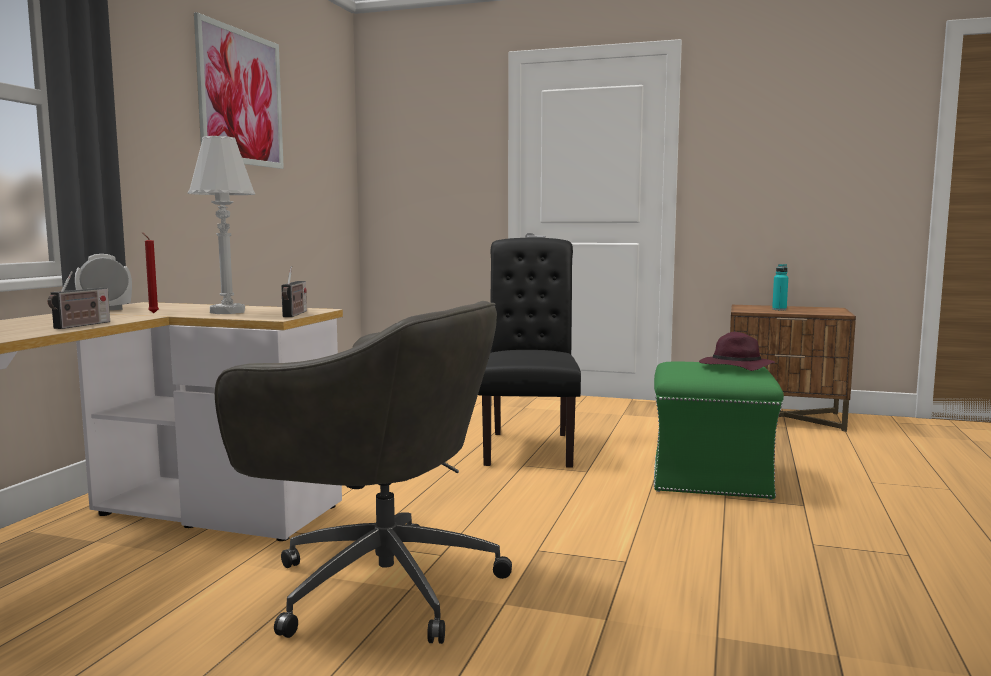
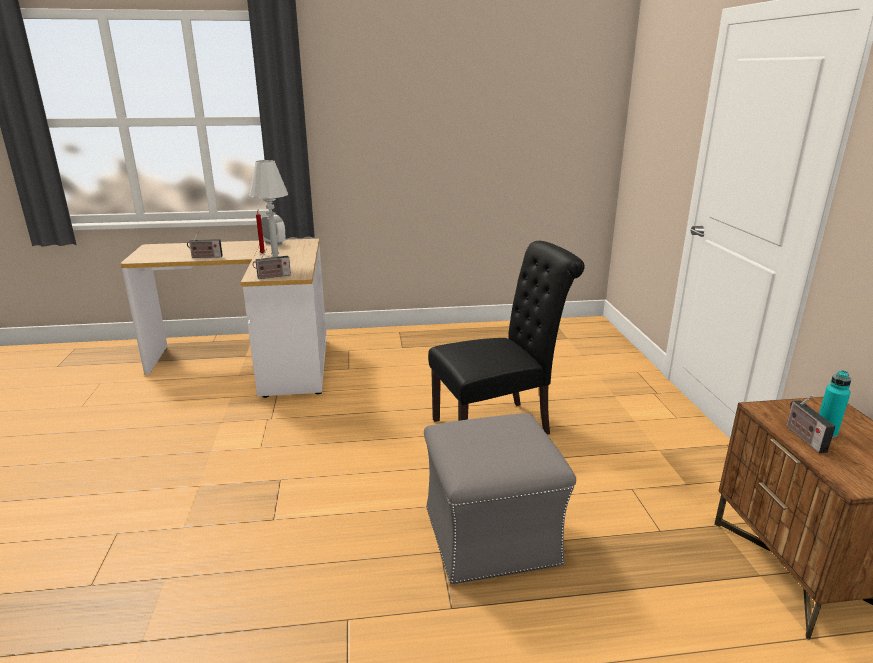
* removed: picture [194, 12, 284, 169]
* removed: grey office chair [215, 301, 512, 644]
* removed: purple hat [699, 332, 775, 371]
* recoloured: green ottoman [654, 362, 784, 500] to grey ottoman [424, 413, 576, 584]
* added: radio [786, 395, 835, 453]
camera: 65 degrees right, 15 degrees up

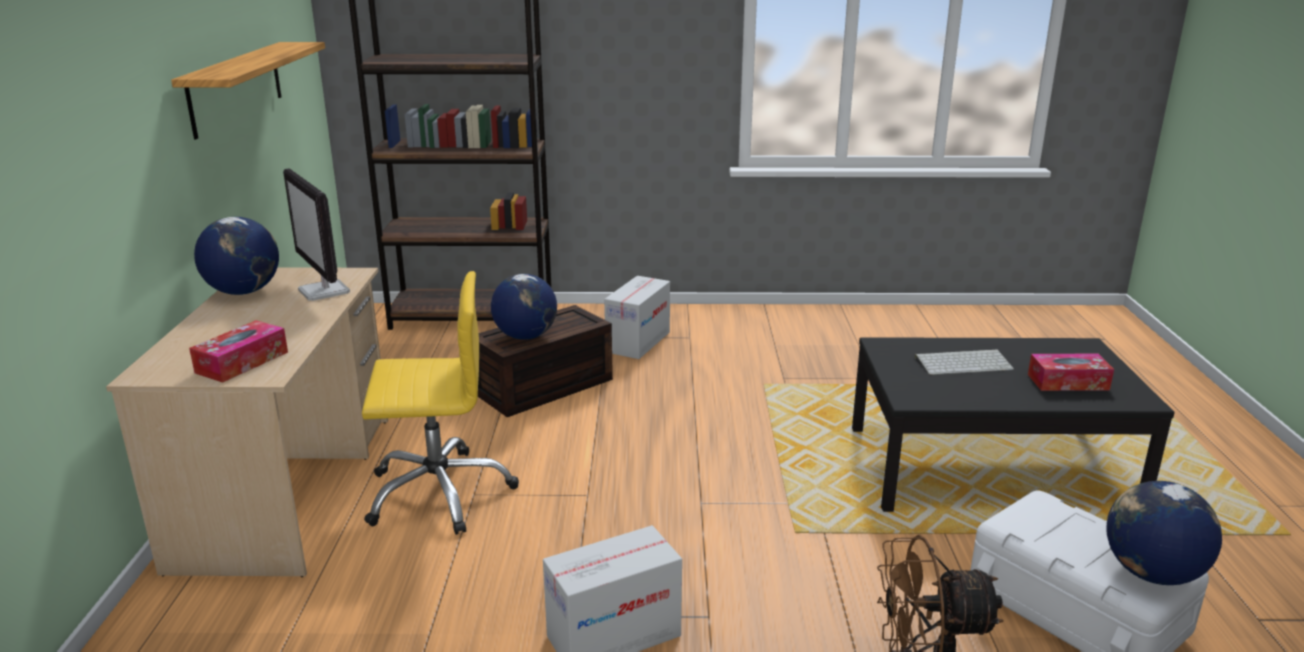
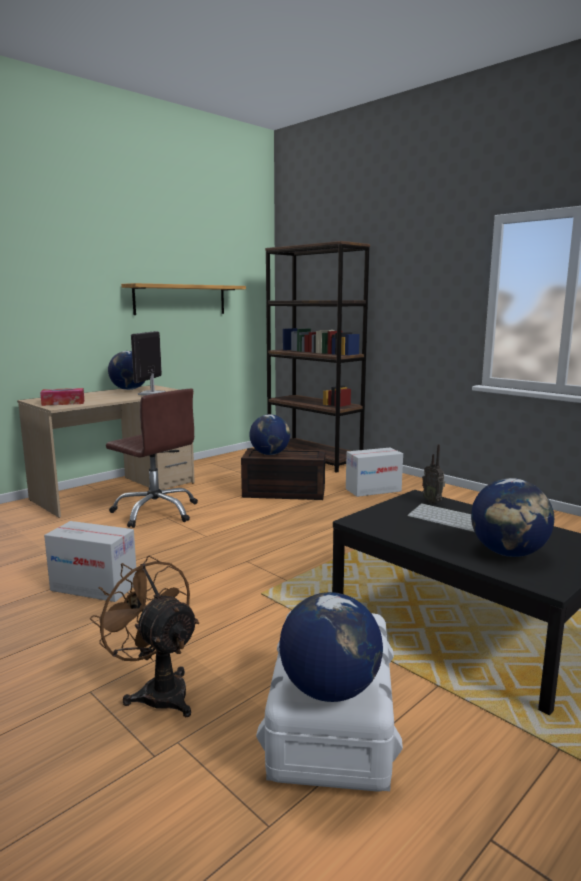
* recoloured: yellow office chair [362, 271, 519, 535] to brown office chair [106, 389, 198, 528]
* replaced: tissue box [1028, 354, 1114, 391] to globe [471, 478, 554, 557]
* added: radio [422, 444, 445, 504]
camera: 45 degrees right, 10 degrees down

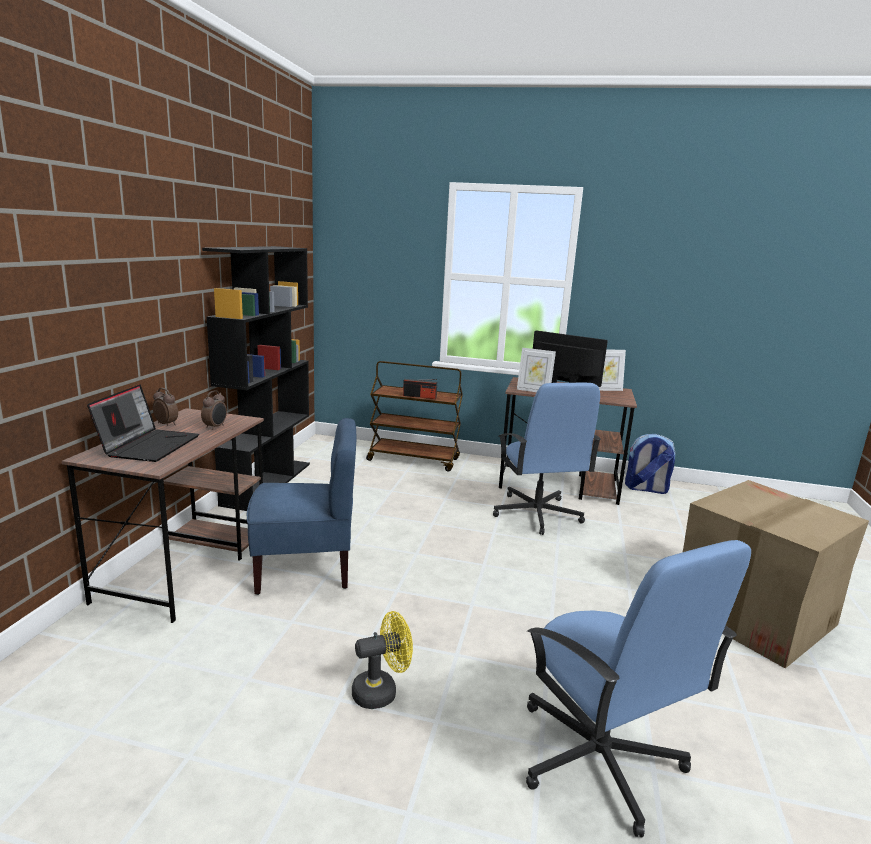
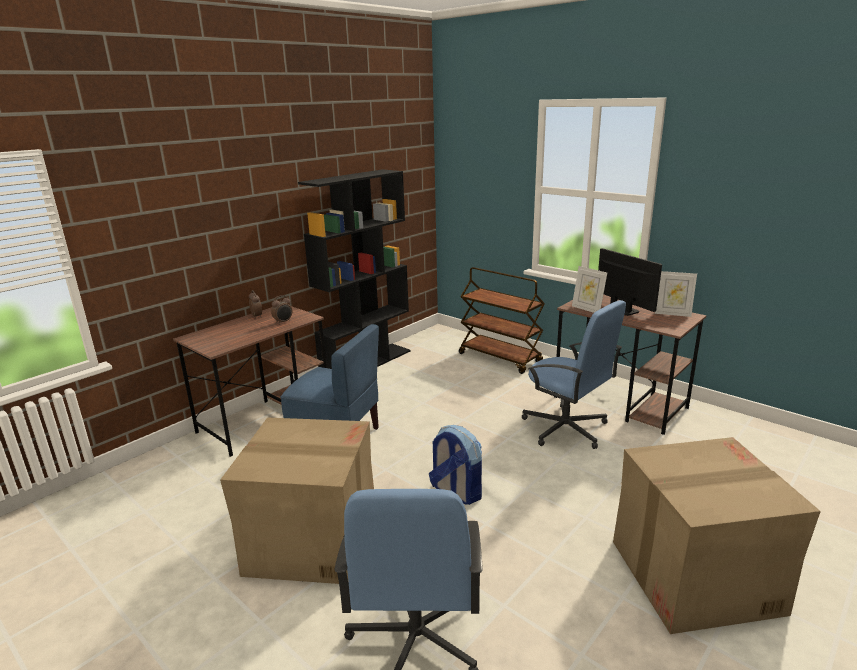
* removed: radio [403, 379, 437, 399]
* turned: blue office chair [493, 383, 601, 535] = [522, 300, 626, 449] 60 degrees counterclockwise
* removed: laptop [87, 384, 199, 462]
* moved: backpack [625, 434, 676, 494] to [429, 425, 482, 505]
* replaced: yellow fan [352, 611, 413, 709] to cardboard box [220, 418, 374, 584]
camera: 30 degrees right, 5 degrees up

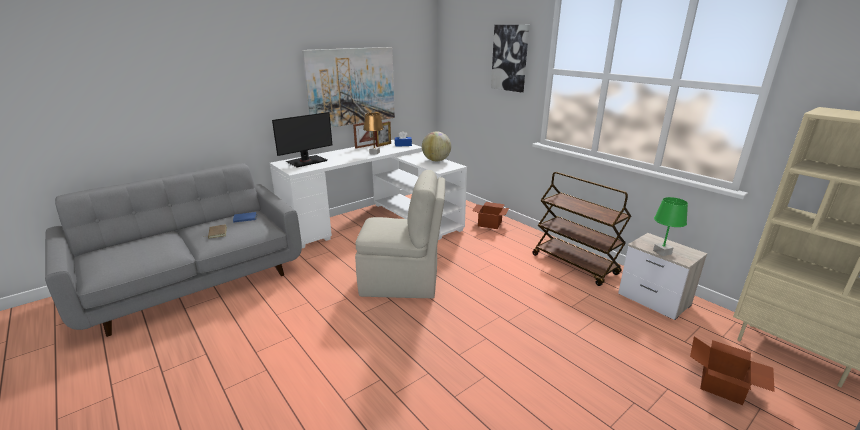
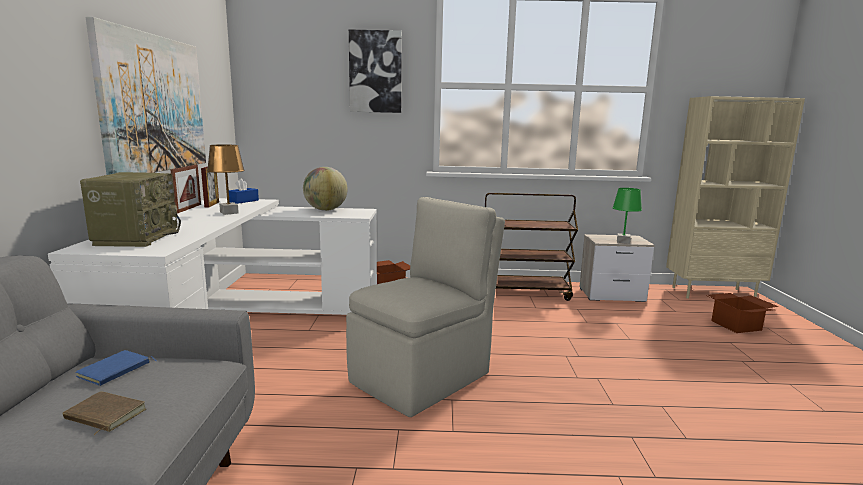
* replaced: monitor [272, 112, 332, 168] to radio [80, 172, 181, 247]
camera: 50 degrees left, 10 degrees down

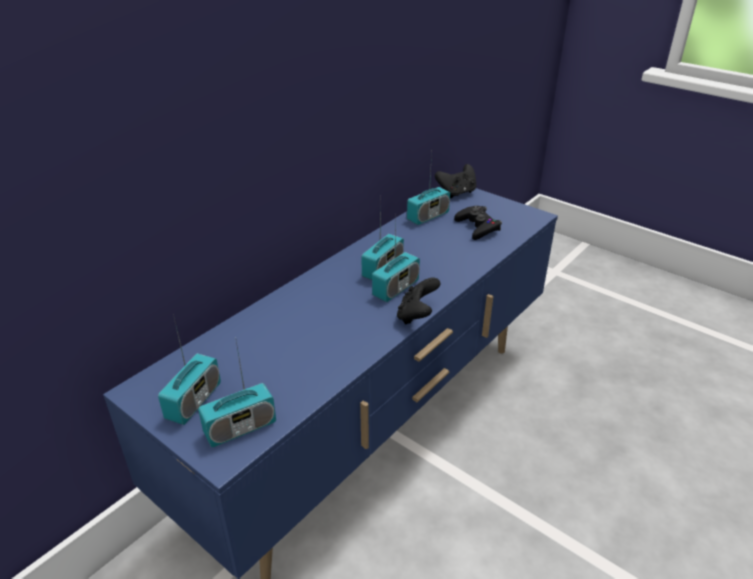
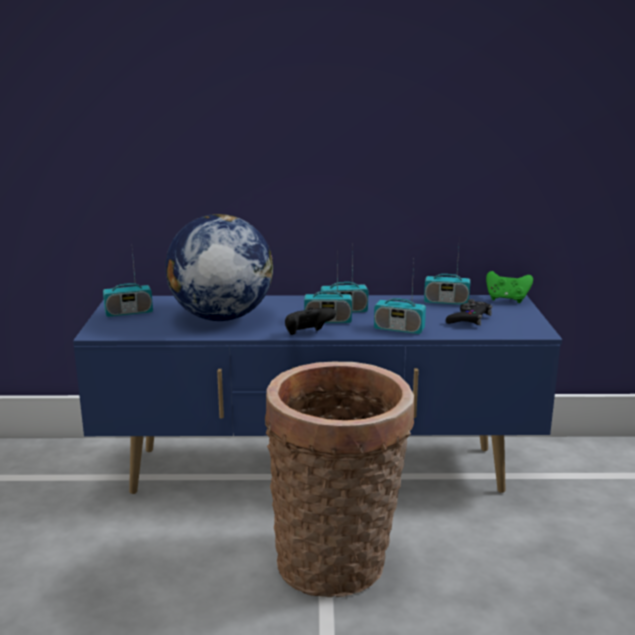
* recoloured: black game controller [435, 164, 476, 198] to green game controller [486, 271, 533, 303]
* moved: radio [198, 337, 276, 447] to [374, 261, 426, 334]
* added: globe [165, 214, 273, 321]
* added: basket [265, 362, 414, 597]
camera: 50 degrees right, 15 degrees down

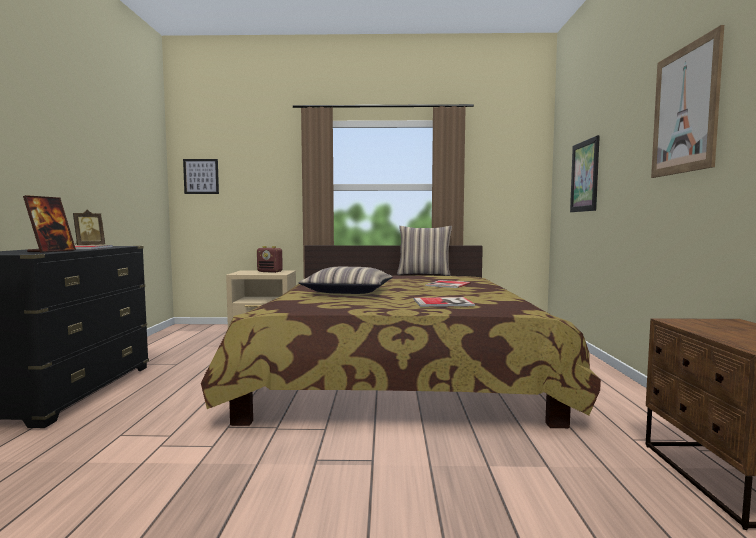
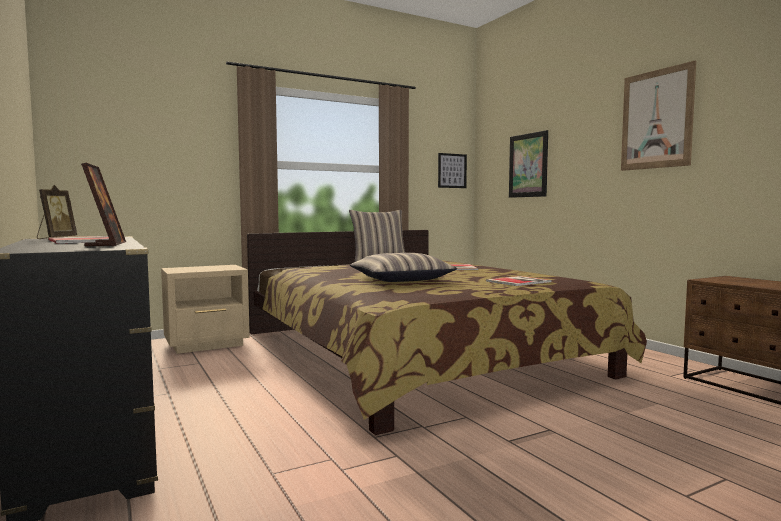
* moved: picture [183, 159, 219, 194] to [438, 153, 467, 188]
* removed: radio [257, 246, 283, 273]
camera: 30 degrees left, 0 degrees up

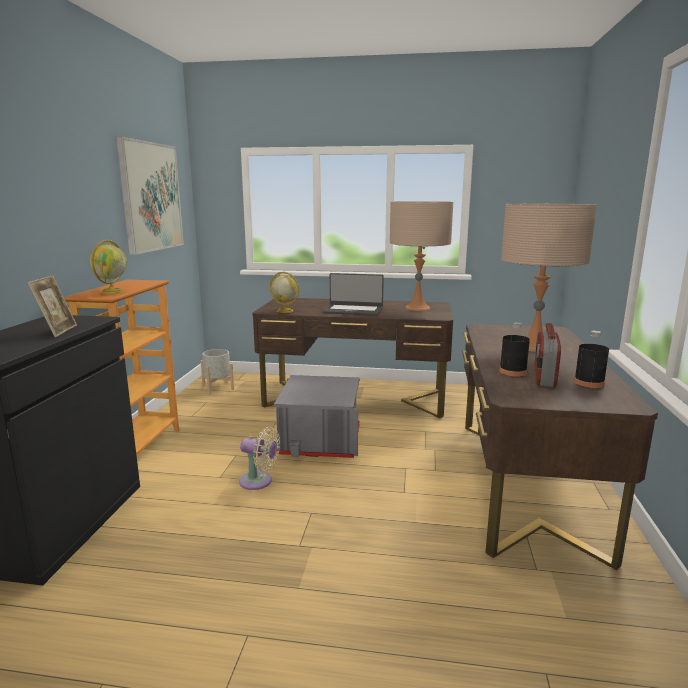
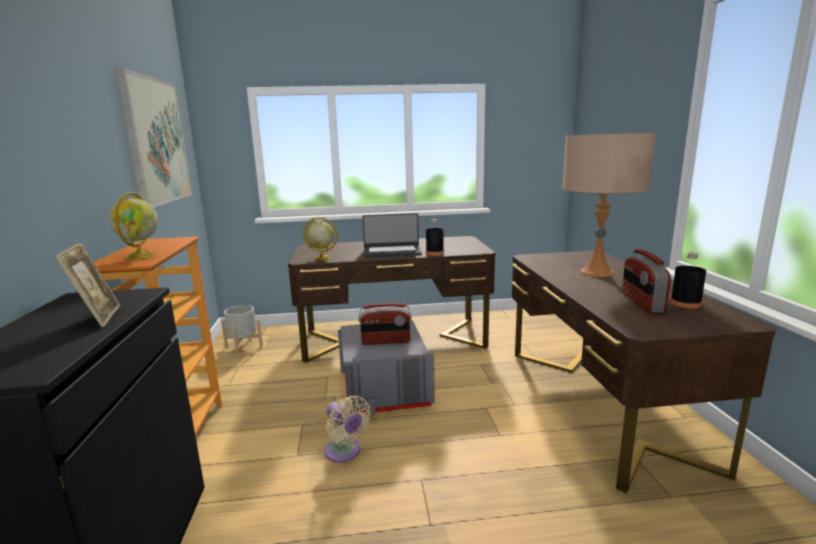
* removed: beige table lamp [390, 201, 453, 311]
* moved: black bottle [499, 322, 530, 377] to [426, 219, 444, 256]
* turned: beige fan [239, 427, 280, 490] = [324, 396, 371, 463] 45 degrees clockwise
* added: radio [358, 303, 411, 345]
camera: 15 degrees left, 0 degrees up

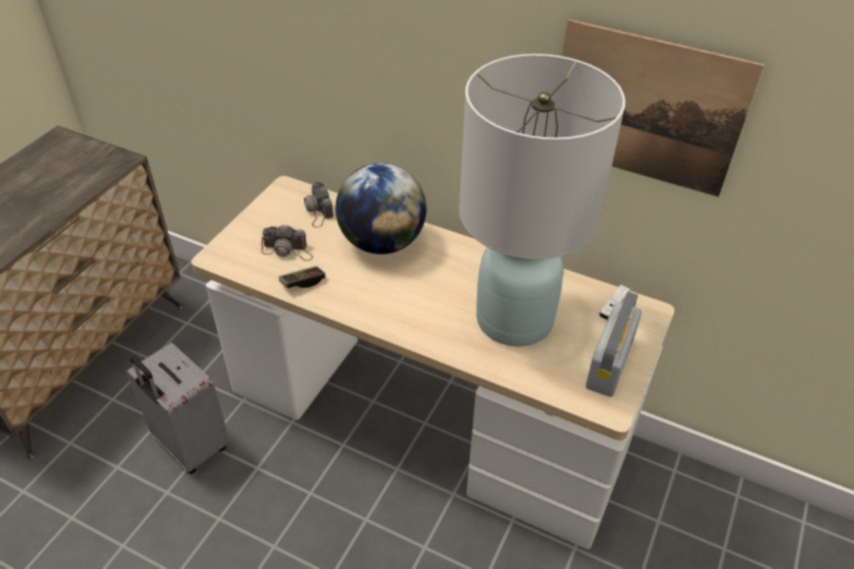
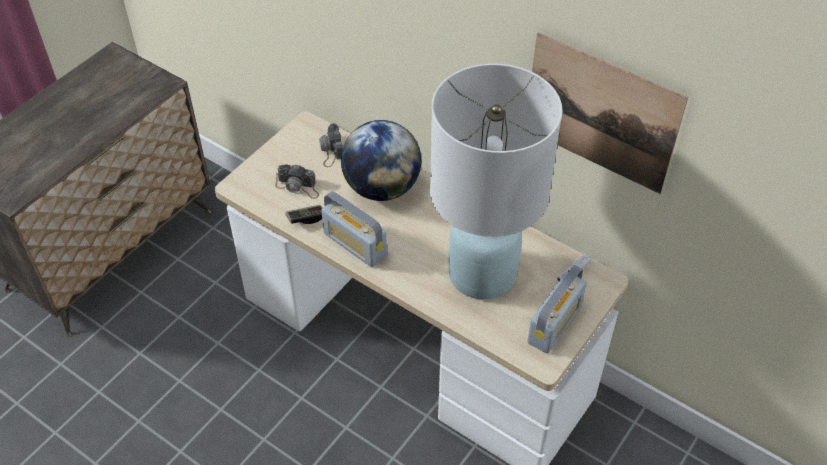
* removed: grey suitcase [126, 342, 230, 474]
* added: radio [321, 191, 387, 267]
camera: 10 degrees right, 5 degrees up

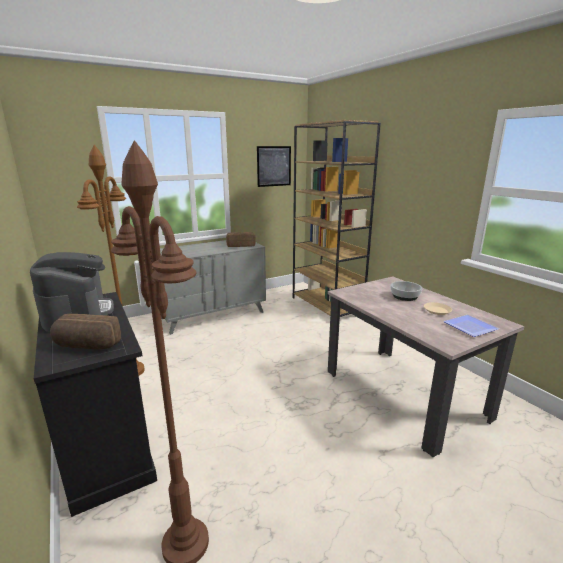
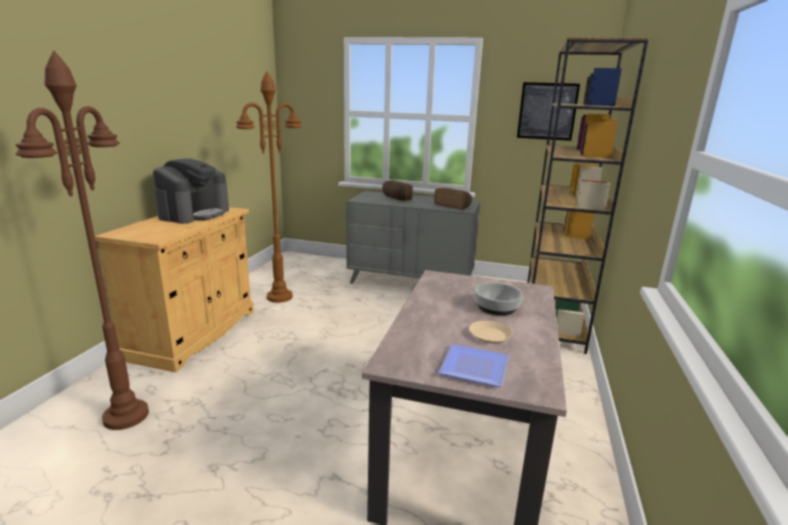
* recoloured: black cabinet [34, 292, 157, 517] to beige cabinet [95, 207, 254, 372]
* moved: bread [50, 314, 121, 349] to [382, 180, 413, 201]
camera: 45 degrees right, 0 degrees up

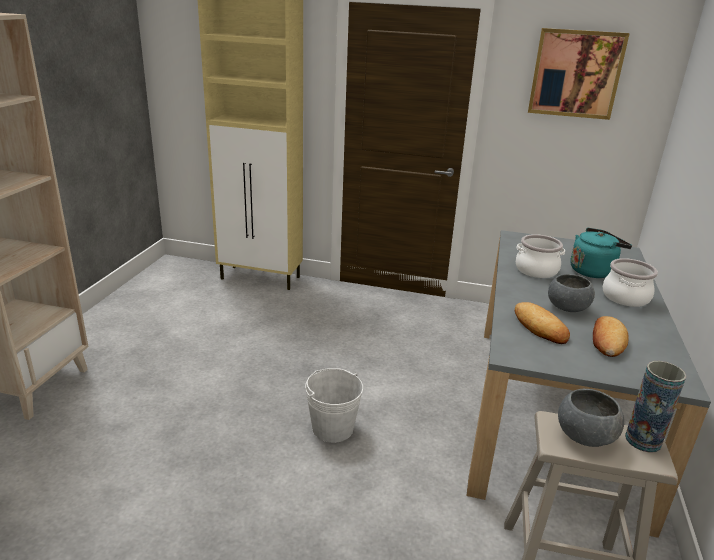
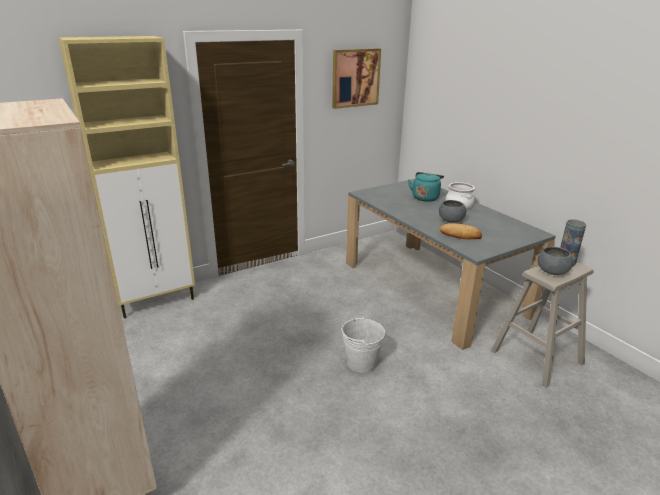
* removed: cooking pot [516, 234, 565, 278]
* removed: bread [593, 316, 629, 357]
camera: 45 degrees left, 0 degrees up

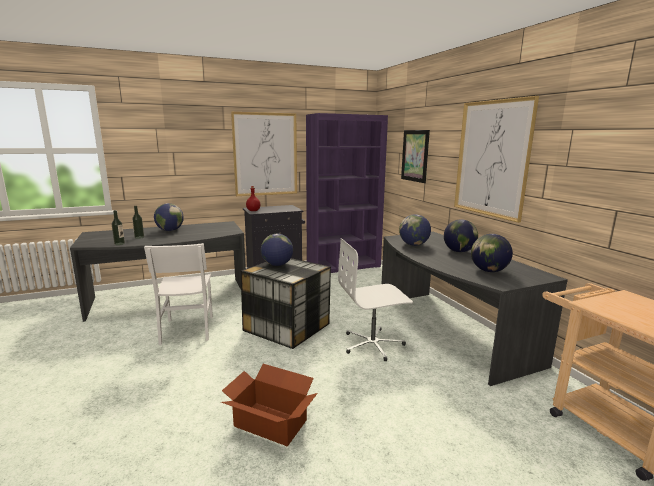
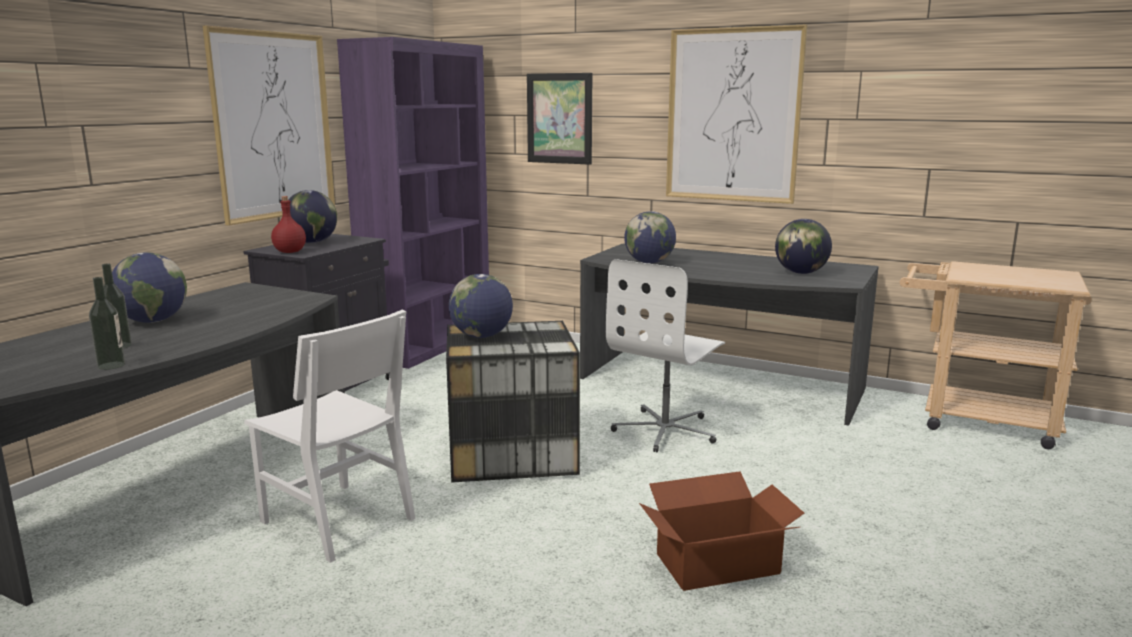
* moved: globe [444, 219, 478, 252] to [282, 190, 337, 243]
camera: 40 degrees left, 0 degrees up

